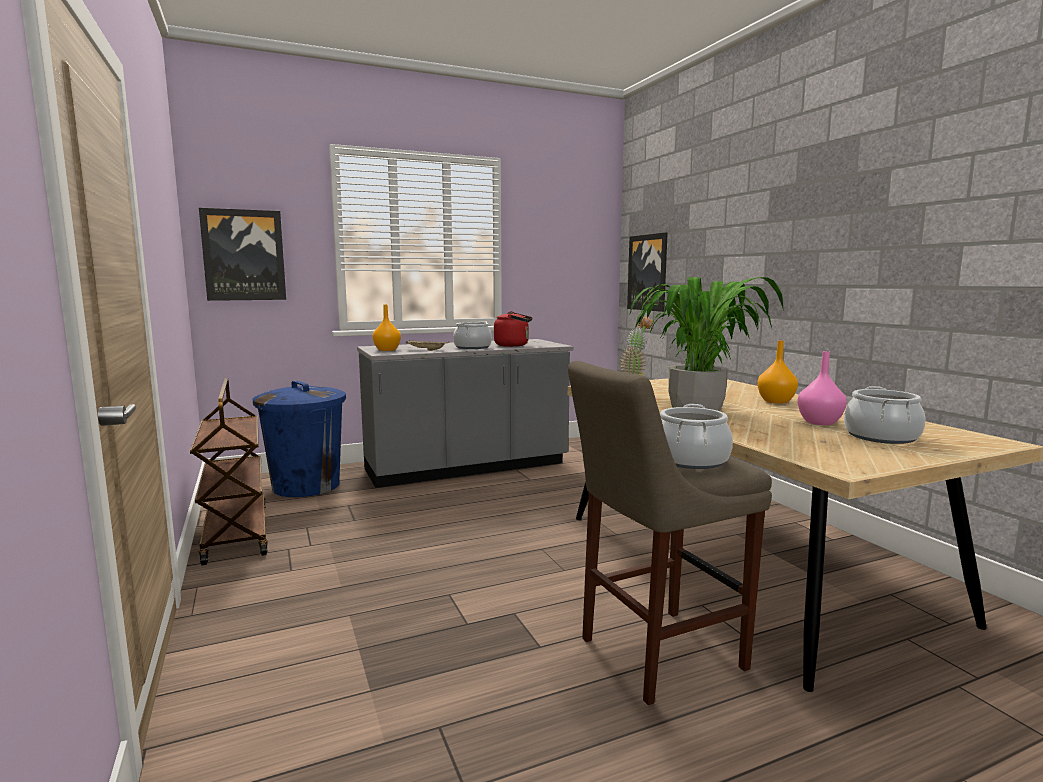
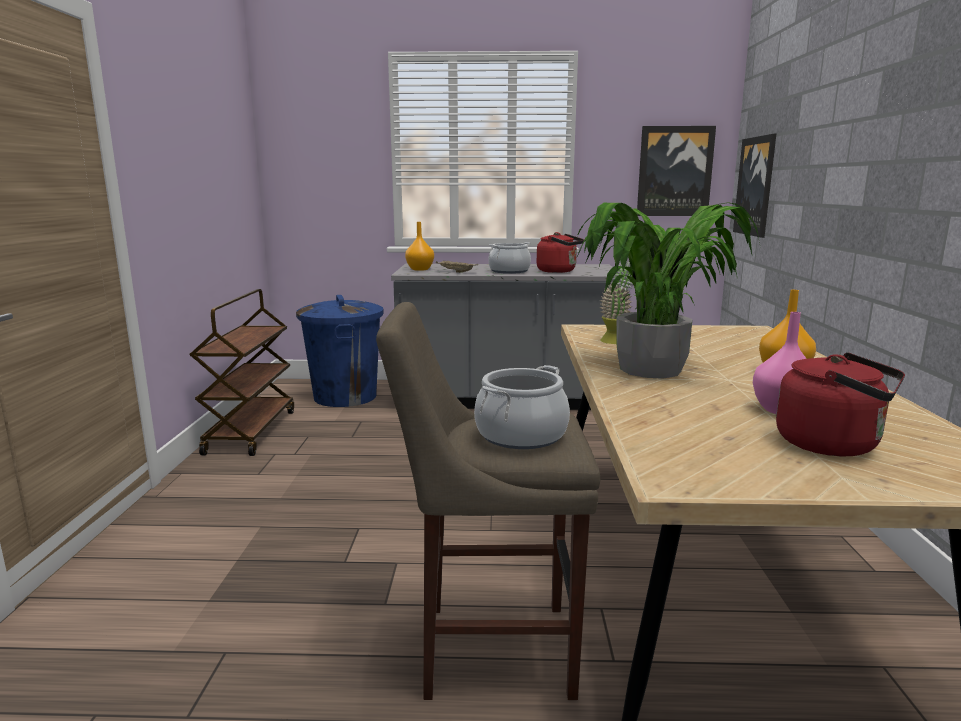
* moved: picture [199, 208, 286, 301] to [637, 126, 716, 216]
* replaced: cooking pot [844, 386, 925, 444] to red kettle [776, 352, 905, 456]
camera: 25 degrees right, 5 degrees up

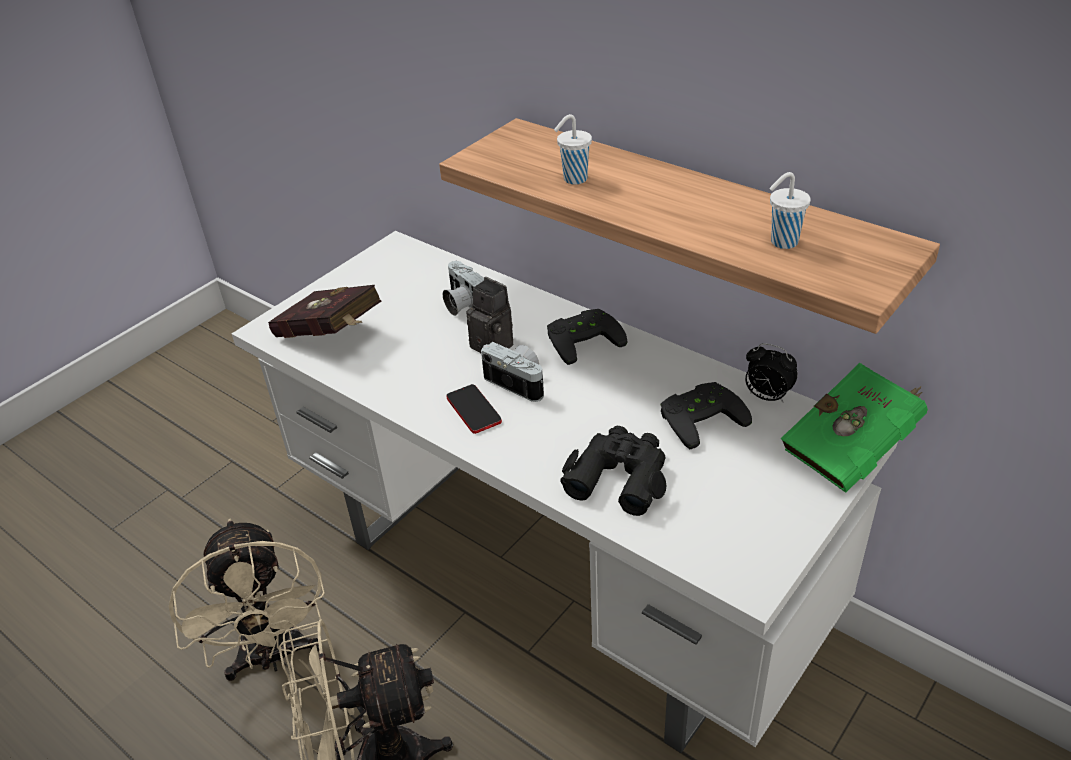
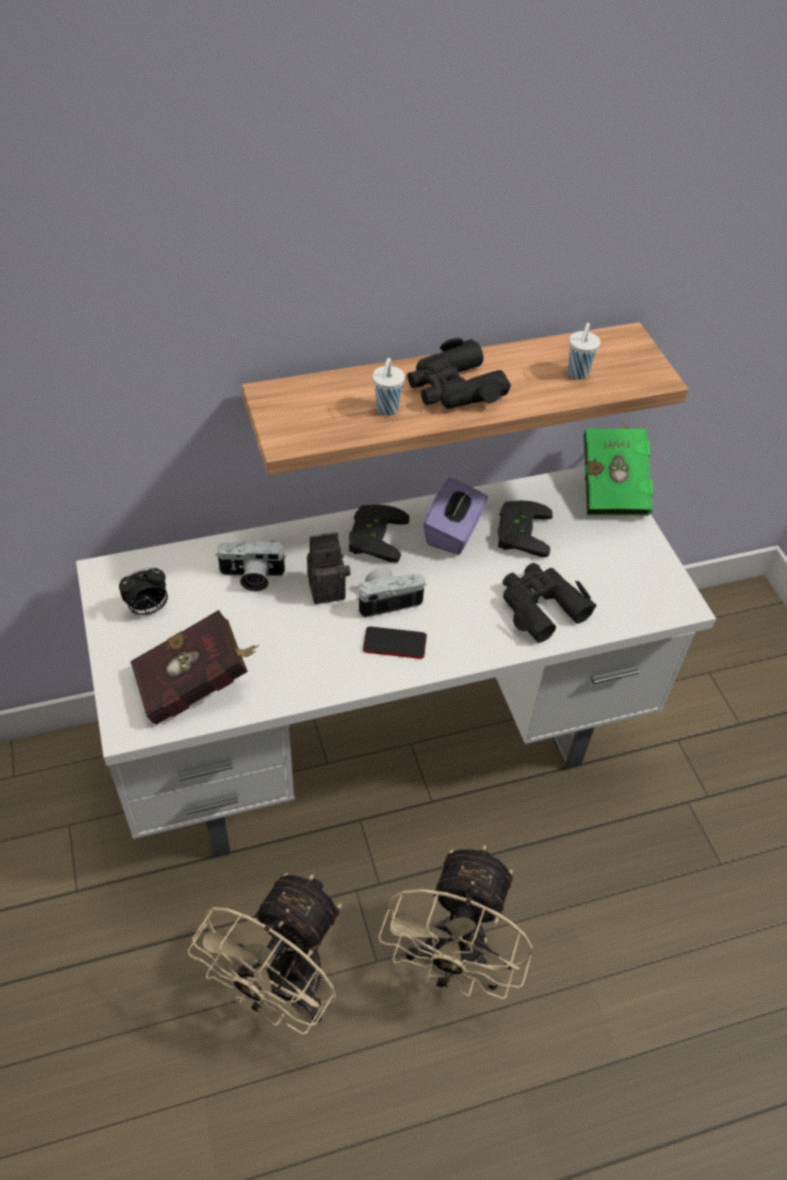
* moved: alarm clock [745, 343, 798, 403] to [119, 568, 168, 616]
* turned: beige fan [168, 518, 325, 681] = [188, 873, 342, 1035] 105 degrees clockwise
* added: black binoculars [407, 338, 511, 409]
* added: purple tissue box [423, 477, 488, 555]
camera: 60 degrees left, 10 degrees up

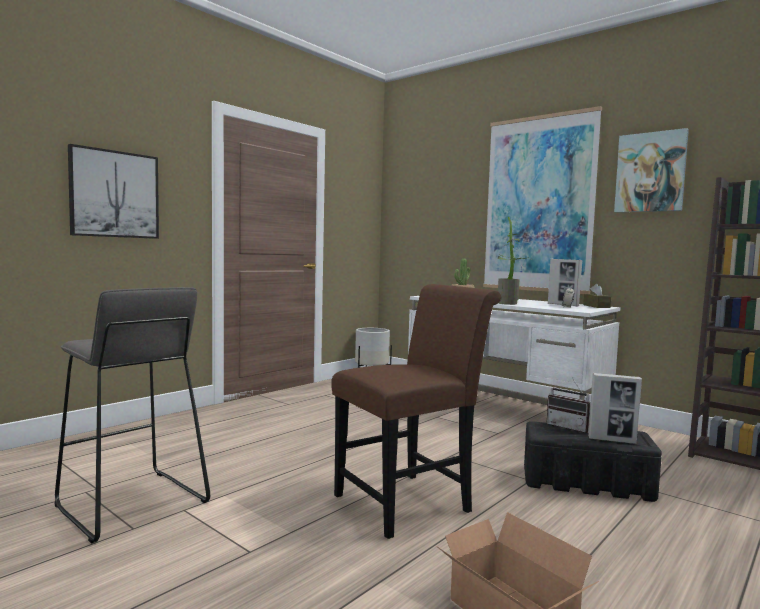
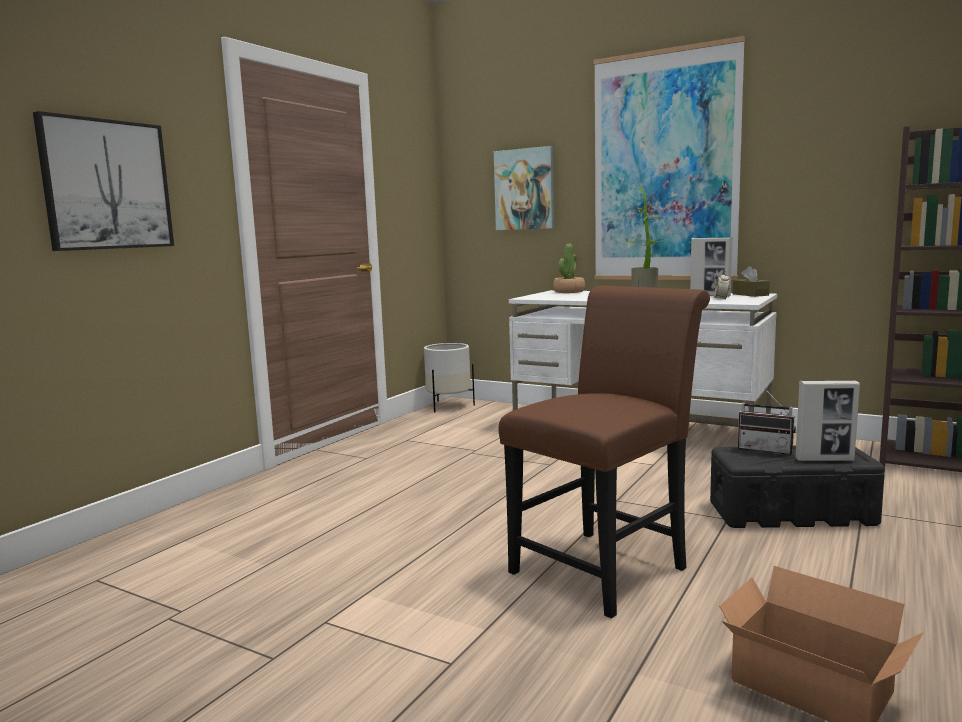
* moved: picture [614, 128, 689, 212] to [494, 146, 554, 230]
* removed: grey stool [55, 287, 210, 543]
camera: 10 degrees left, 5 degrees up

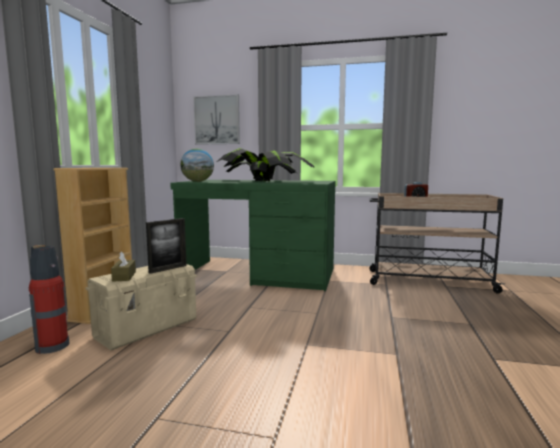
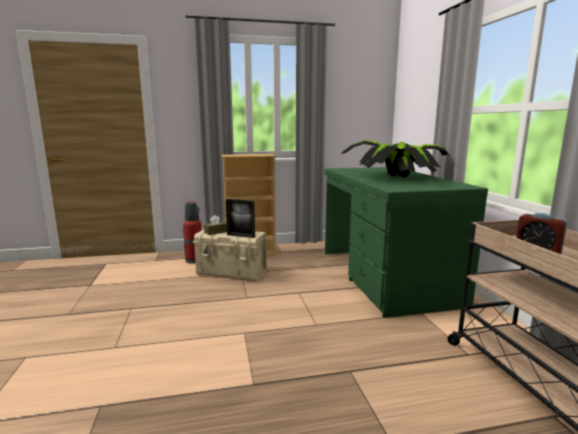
* removed: picture [193, 94, 240, 145]
* removed: globe [180, 148, 214, 182]
camera: 65 degrees right, 5 degrees up

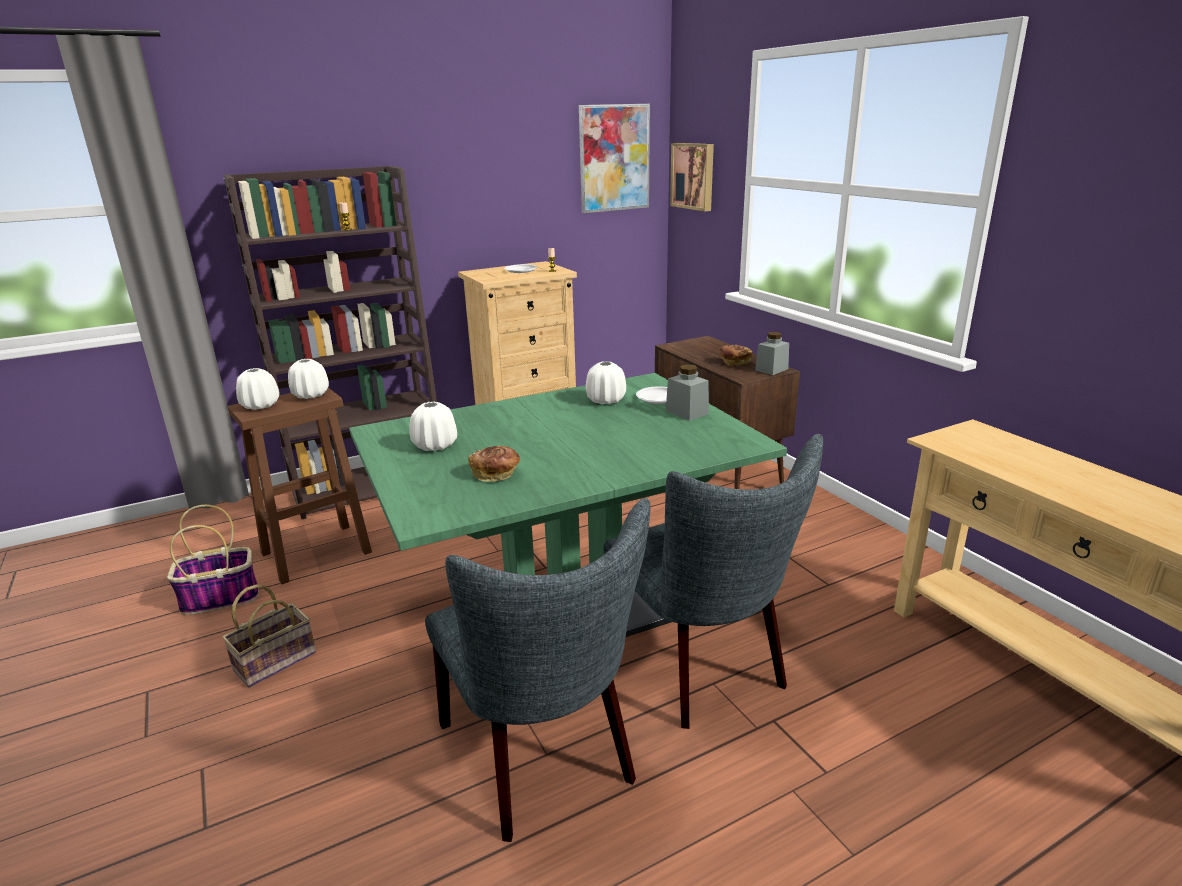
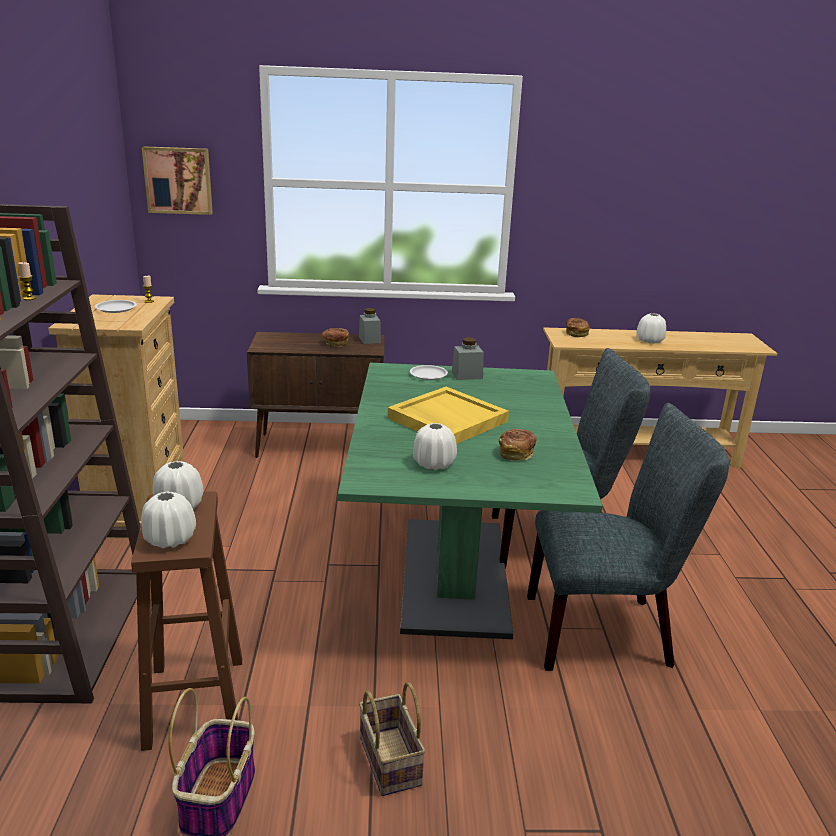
* removed: picture [579, 104, 650, 213]
* moved: white vase [586, 361, 626, 404] to [636, 313, 666, 343]
* added: bread [566, 318, 590, 337]
* added: yellow tray [387, 387, 509, 444]
camera: 65 degrees left, 0 degrees up

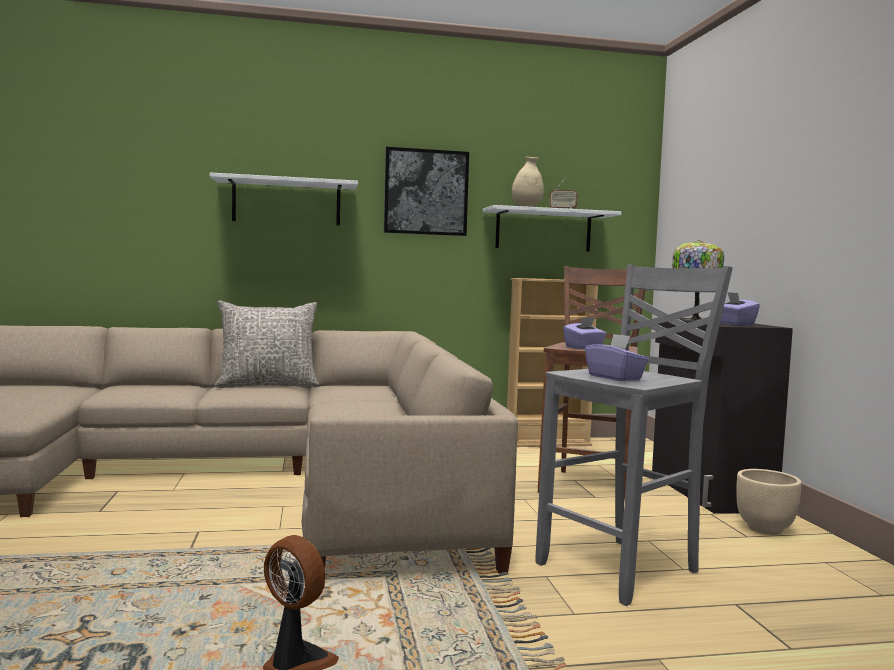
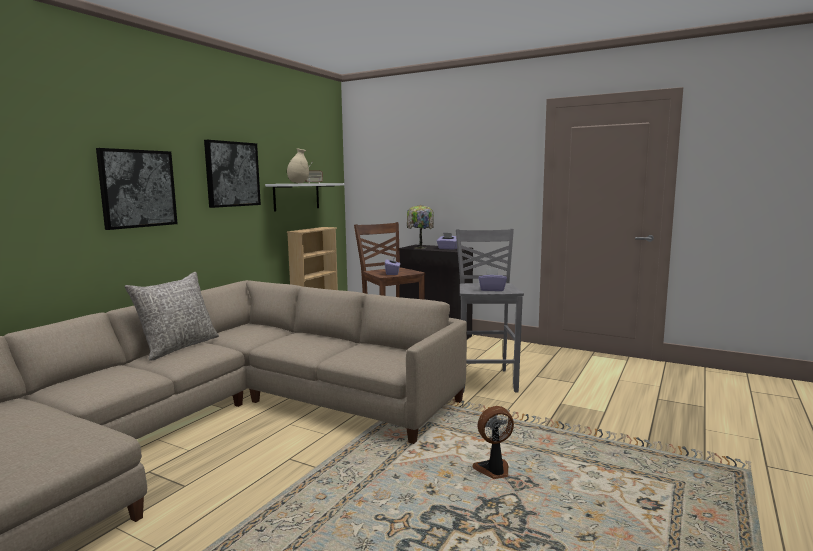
* replaced: white shelf [210, 172, 358, 226] to picture [96, 148, 178, 230]
* removed: beige planter [736, 469, 802, 535]
camera: 50 degrees left, 5 degrees up

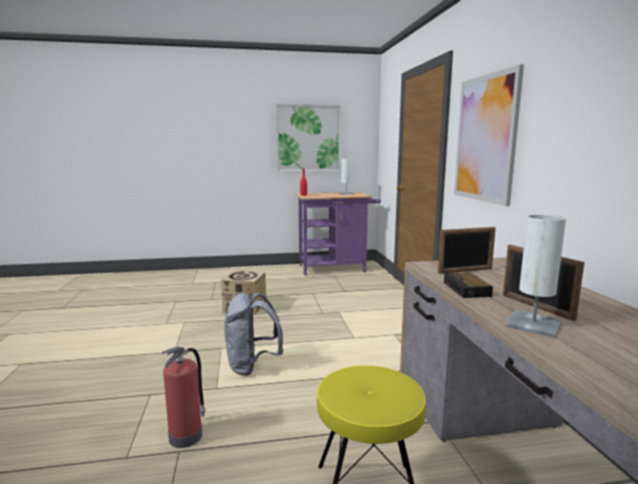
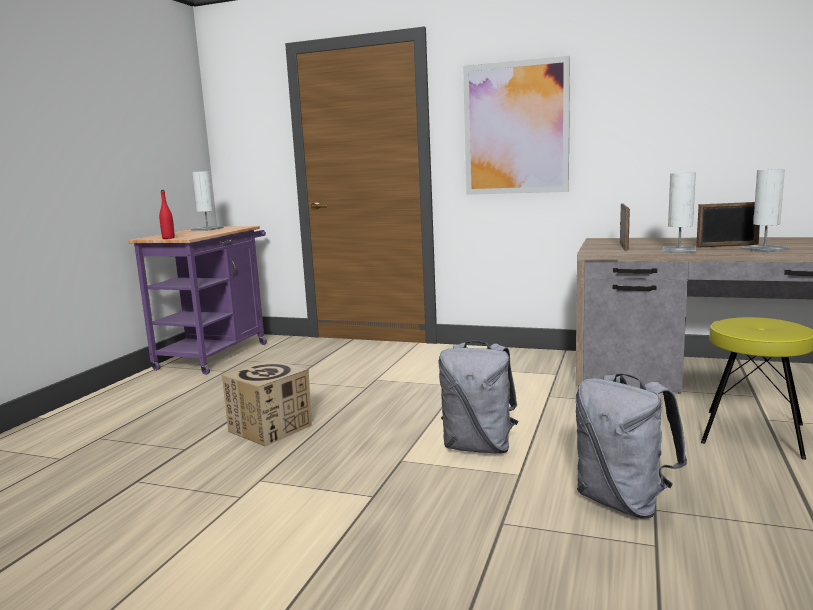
* removed: picture [275, 104, 342, 172]
* replaced: alarm clock [444, 273, 493, 298] to white table lamp [662, 172, 696, 253]
* replaced: fire extinguisher [162, 346, 206, 448] to grey backpack [576, 374, 687, 518]
camera: 60 degrees left, 0 degrees up

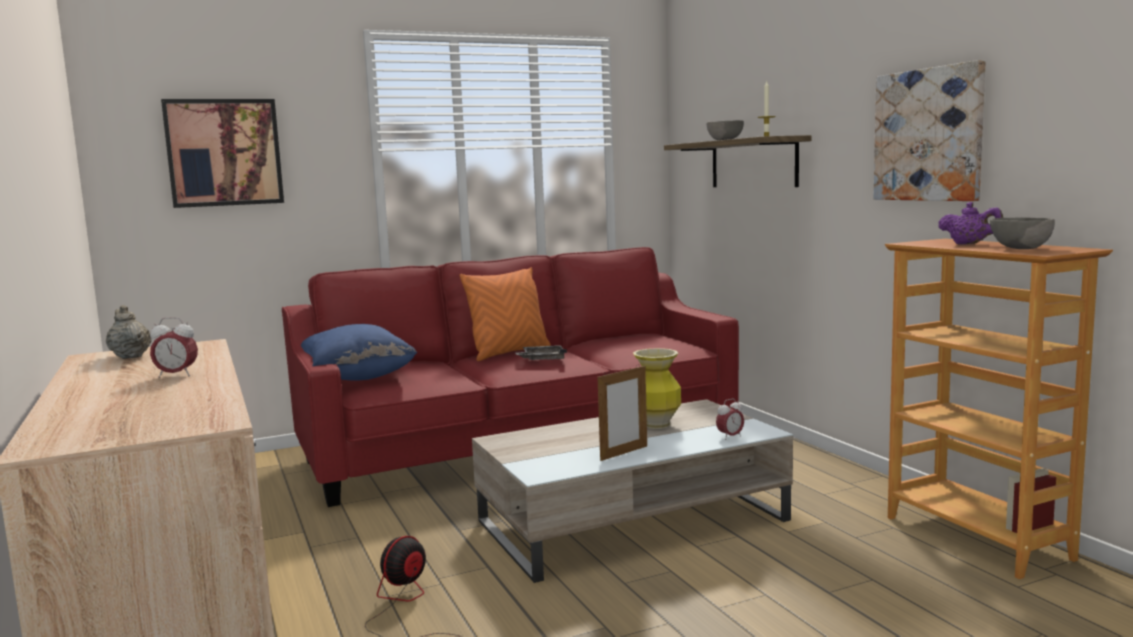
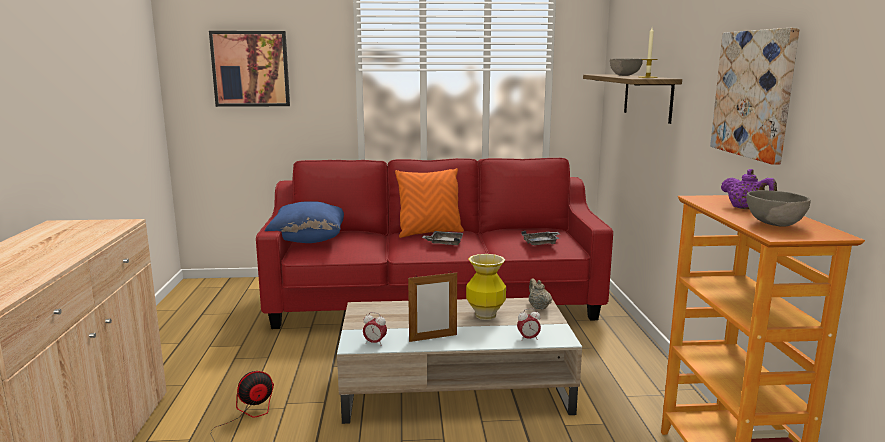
* moved: beige teapot [106, 305, 152, 359] to [529, 278, 552, 309]
* moved: alarm clock [150, 317, 198, 378] to [363, 312, 387, 346]
* added: grey tray [521, 231, 560, 245]
camera: 20 degrees right, 5 degrees up

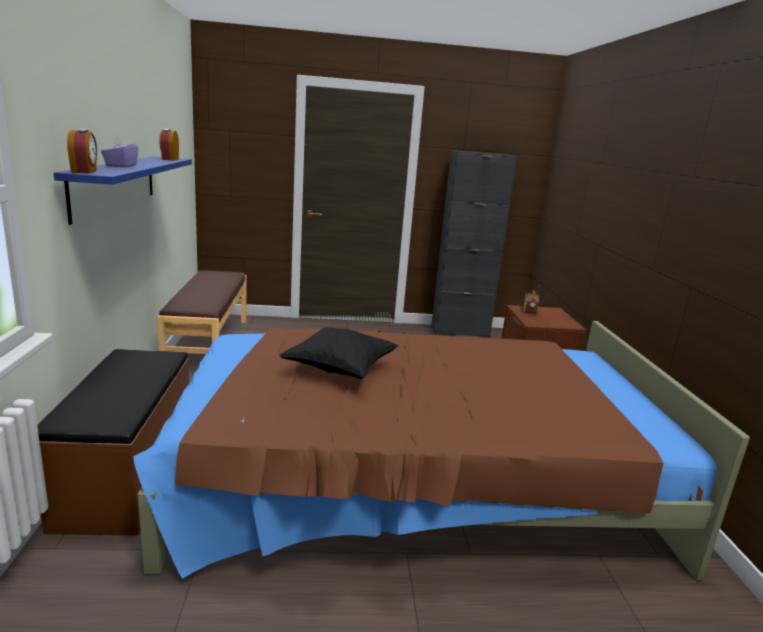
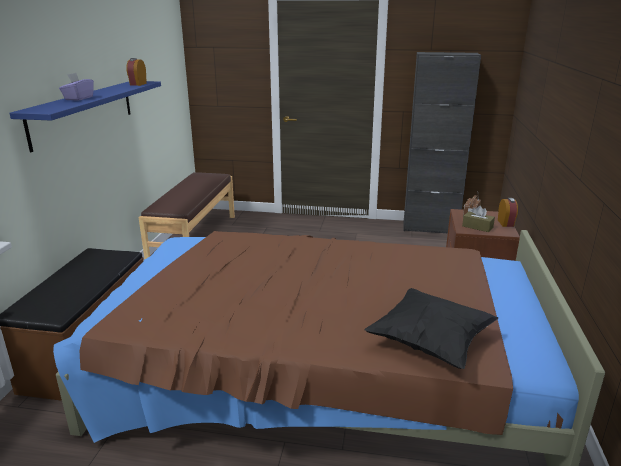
* moved: alarm clock [67, 129, 97, 174] to [498, 198, 518, 227]
* moved: black pillow [279, 327, 399, 379] to [364, 288, 498, 369]
* added: brown tissue box [462, 206, 495, 232]
camera: 15 degrees right, 5 degrees up

